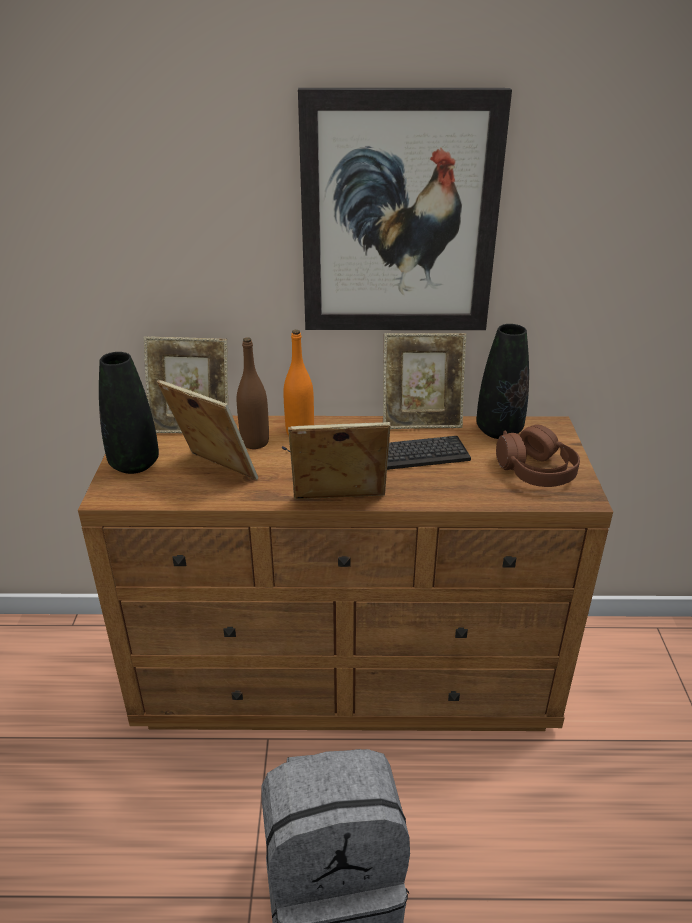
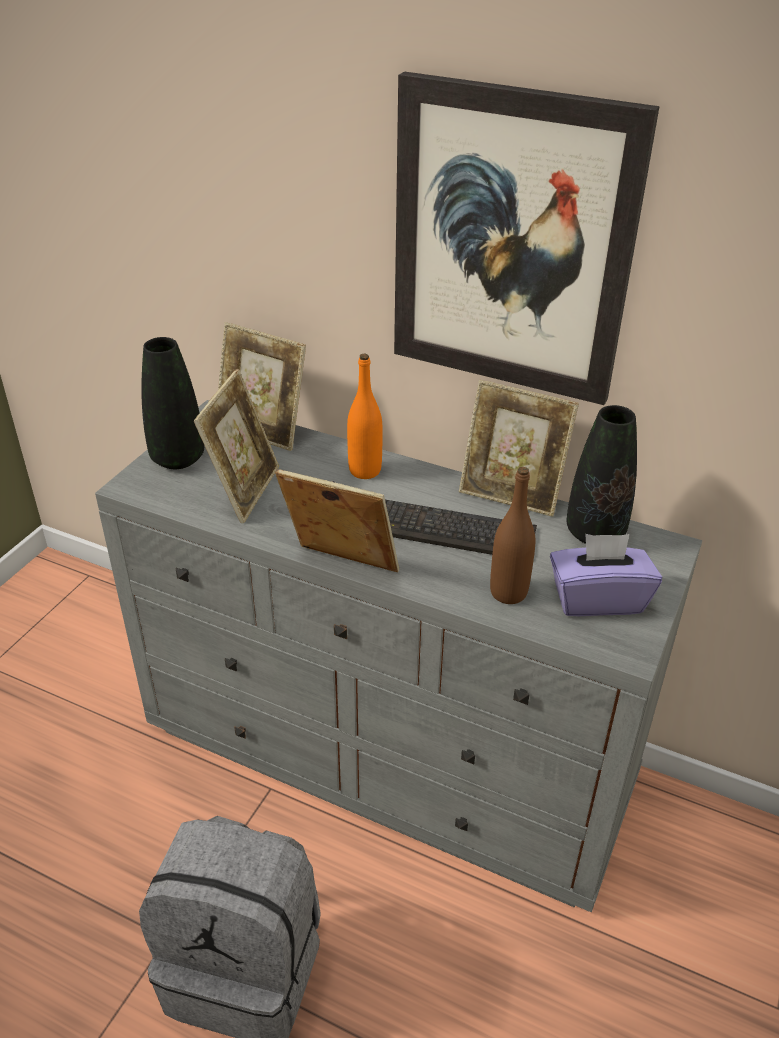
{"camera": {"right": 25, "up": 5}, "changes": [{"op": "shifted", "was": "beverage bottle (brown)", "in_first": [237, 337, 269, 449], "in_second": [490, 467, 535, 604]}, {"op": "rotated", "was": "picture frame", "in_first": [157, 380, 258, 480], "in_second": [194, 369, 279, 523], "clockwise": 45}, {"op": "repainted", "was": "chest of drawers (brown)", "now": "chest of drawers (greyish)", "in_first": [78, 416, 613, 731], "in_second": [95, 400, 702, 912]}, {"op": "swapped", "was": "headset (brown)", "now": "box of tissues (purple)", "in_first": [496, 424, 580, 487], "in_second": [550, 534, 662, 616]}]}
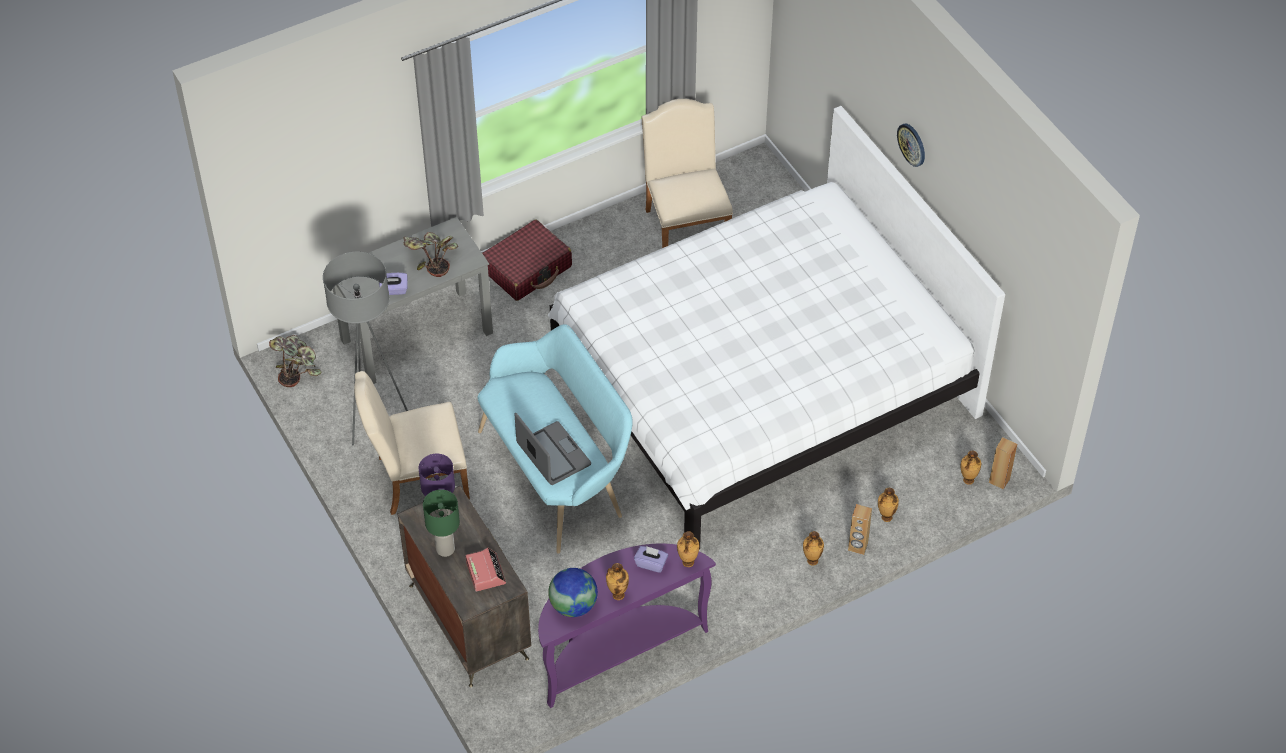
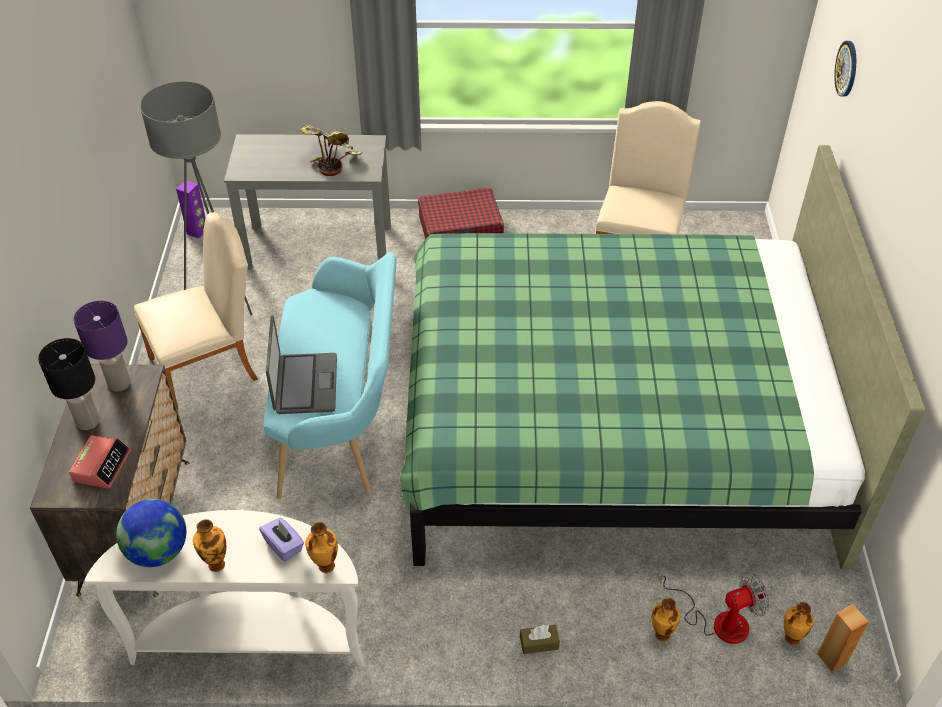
{"camera": {"right": 30, "up": -5}, "changes": [{"op": "repainted", "was": "bedroom bed (white-coloured)", "now": "bedroom bed (green)", "in_first": [547, 106, 1005, 549], "in_second": [400, 145, 926, 570]}, {"op": "shifted", "was": "clock on the wall", "in_first": [897, 123, 925, 167], "in_second": [834, 41, 856, 97]}, {"op": "gone", "was": "box of tissues (purple)", "in_first": [379, 273, 408, 295]}, {"op": "swapped", "was": "plant in a pot", "now": "audio speaker (purple)", "in_first": [269, 335, 322, 387], "in_second": [176, 181, 206, 238]}, {"op": "rotated", "was": "upright chair (sand-coloured)", "in_first": [354, 371, 470, 515], "in_second": [134, 212, 258, 410], "clockwise": 135}, {"op": "repainted", "was": "table lamp (green)", "now": "table lamp (black-coloured)", "in_first": [423, 489, 460, 557], "in_second": [38, 338, 100, 430]}, {"op": "gone", "was": "audio speaker (brown)", "in_first": [848, 504, 872, 555]}, {"op": "swapped", "was": "decorative vase", "now": "box of tissues (brown)", "in_first": [803, 531, 824, 566], "in_second": [520, 625, 560, 654]}, {"op": "repainted", "was": "hall table (purple)", "now": "hall table (white-coloured)", "in_first": [538, 544, 716, 708], "in_second": [84, 510, 364, 667]}, {"op": "new", "now": "electric fan", "in_second": [657, 570, 769, 644]}]}
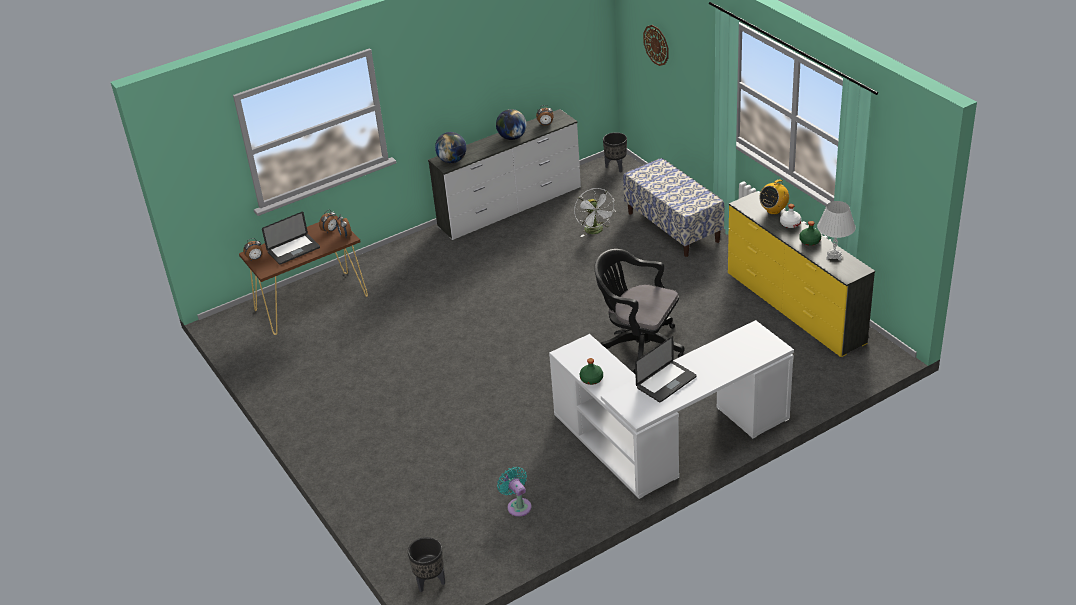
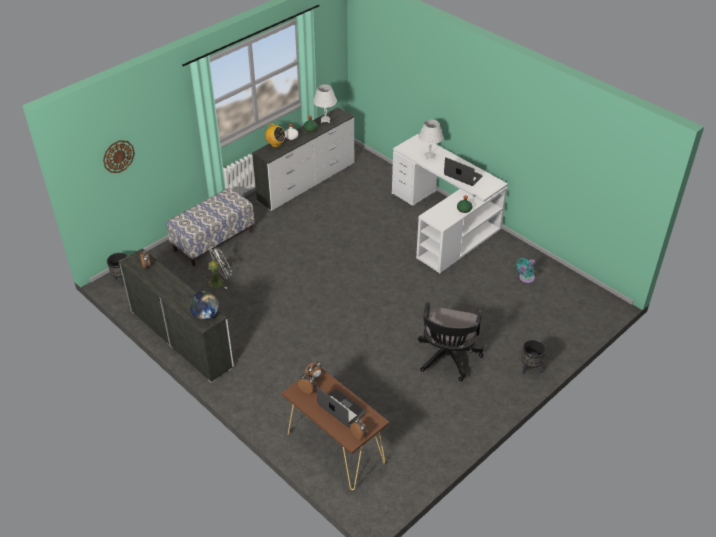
{"camera": {"right": -105, "up": 5}, "changes": [{"op": "gone", "was": "globe", "in_first": [496, 109, 527, 140]}, {"op": "repainted", "was": "chest of drawers (yellow)", "now": "chest of drawers (white-coloured)", "in_first": [728, 192, 875, 357], "in_second": [252, 107, 355, 211]}, {"op": "shifted", "was": "desk chair (black-coloured)", "in_first": [594, 249, 685, 374], "in_second": [418, 301, 483, 381]}, {"op": "shifted", "was": "plant pot (black-coloured)", "in_first": [408, 537, 445, 592], "in_second": [522, 340, 546, 375]}, {"op": "new", "now": "table lamp (white-coloured)", "in_second": [419, 120, 443, 160]}]}
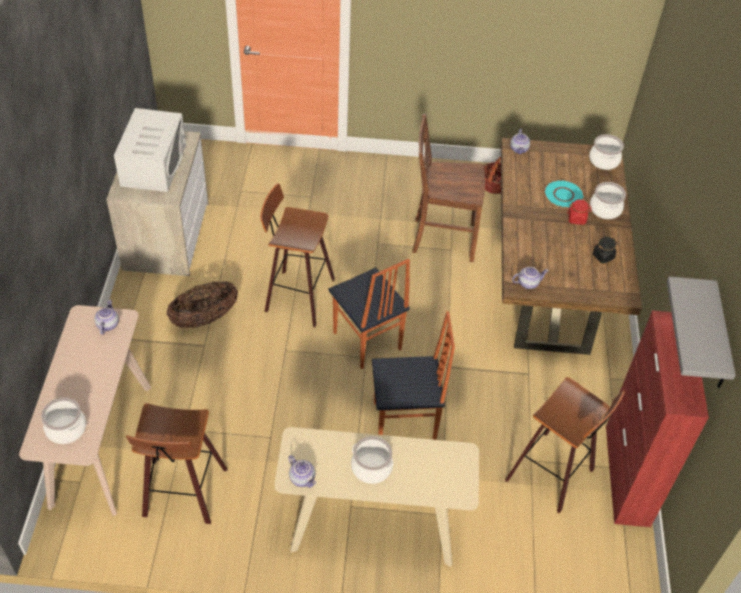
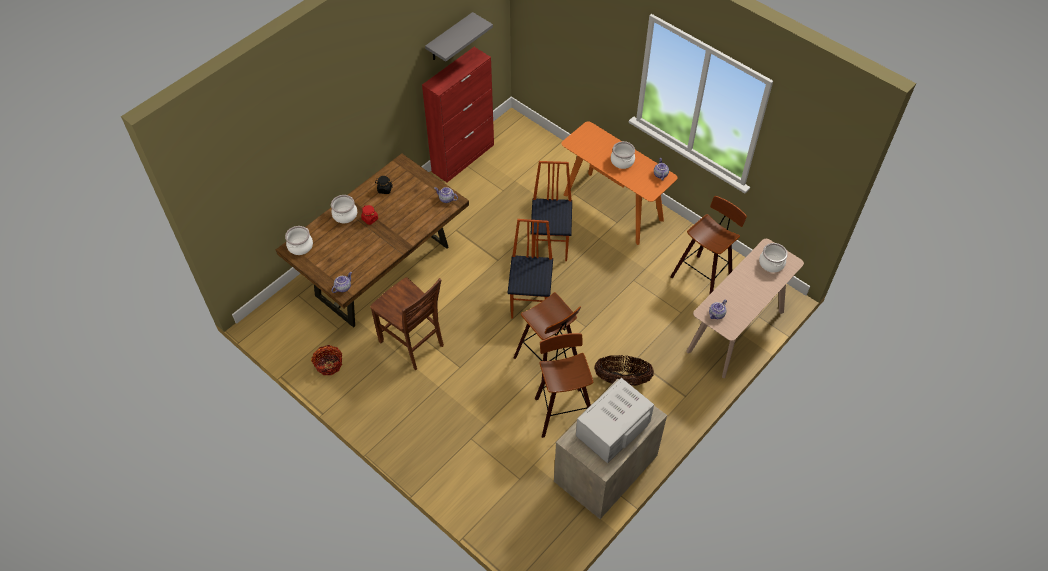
{"camera": {"right": -140, "up": 5}, "changes": [{"op": "gone", "was": "flat dish (blue-green)", "in_first": [544, 180, 584, 208]}, {"op": "rotated", "was": "upright chair", "in_first": [372, 311, 455, 440], "in_second": [531, 161, 572, 261], "clockwise": 60}, {"op": "shifted", "was": "sitting stool", "in_first": [505, 377, 625, 513], "in_second": [535, 333, 593, 438]}, {"op": "repainted", "was": "hall table (sand-coloured)", "now": "hall table (orange)", "in_first": [274, 427, 479, 567], "in_second": [561, 121, 677, 245]}]}
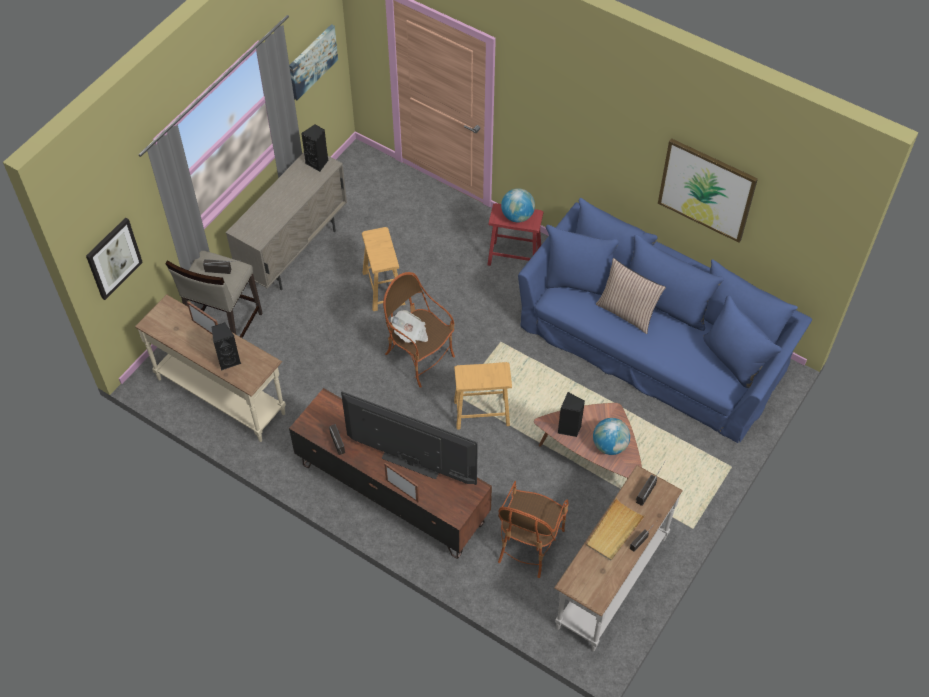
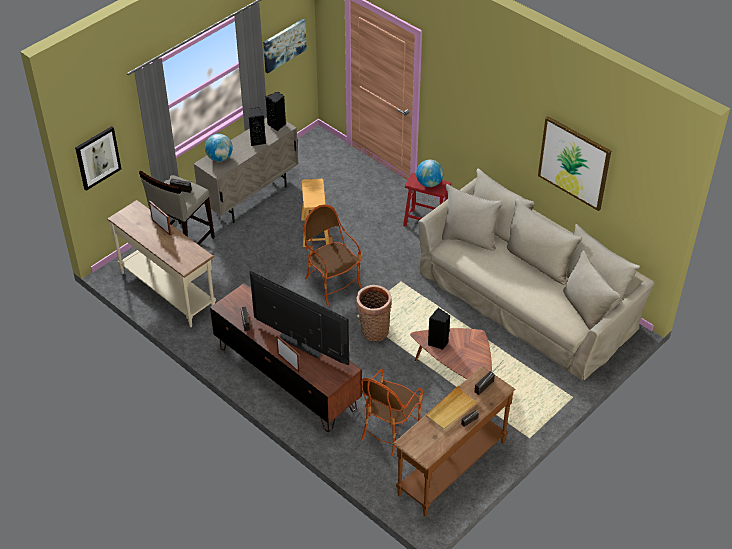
{"camera": {"right": 10, "up": -10}, "changes": [{"op": "repainted", "was": "couch (blue-coloured)", "now": "couch (sand-coloured)", "in_first": [518, 198, 812, 443], "in_second": [418, 169, 655, 380]}, {"op": "gone", "was": "throw pillow", "in_first": [596, 258, 666, 334]}, {"op": "gone", "was": "daily paper", "in_first": [391, 310, 428, 343]}, {"op": "shifted", "was": "audio speaker (black-coloured)", "in_first": [212, 323, 241, 371], "in_second": [249, 107, 266, 146]}, {"op": "swapped", "was": "sitting stool (brown)", "now": "basket", "in_first": [454, 362, 512, 430], "in_second": [356, 285, 392, 341]}, {"op": "shifted", "was": "globe", "in_first": [593, 418, 630, 455], "in_second": [205, 134, 233, 161]}, {"op": "repainted", "was": "hall table (white-coloured)", "now": "hall table (brown)", "in_first": [554, 465, 683, 651], "in_second": [393, 366, 516, 516]}]}
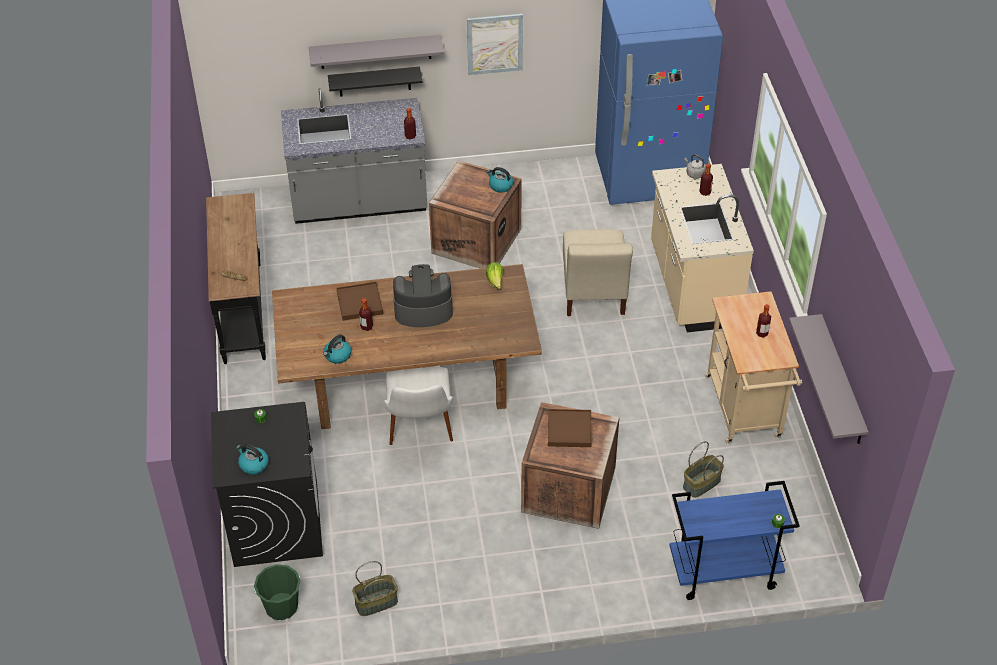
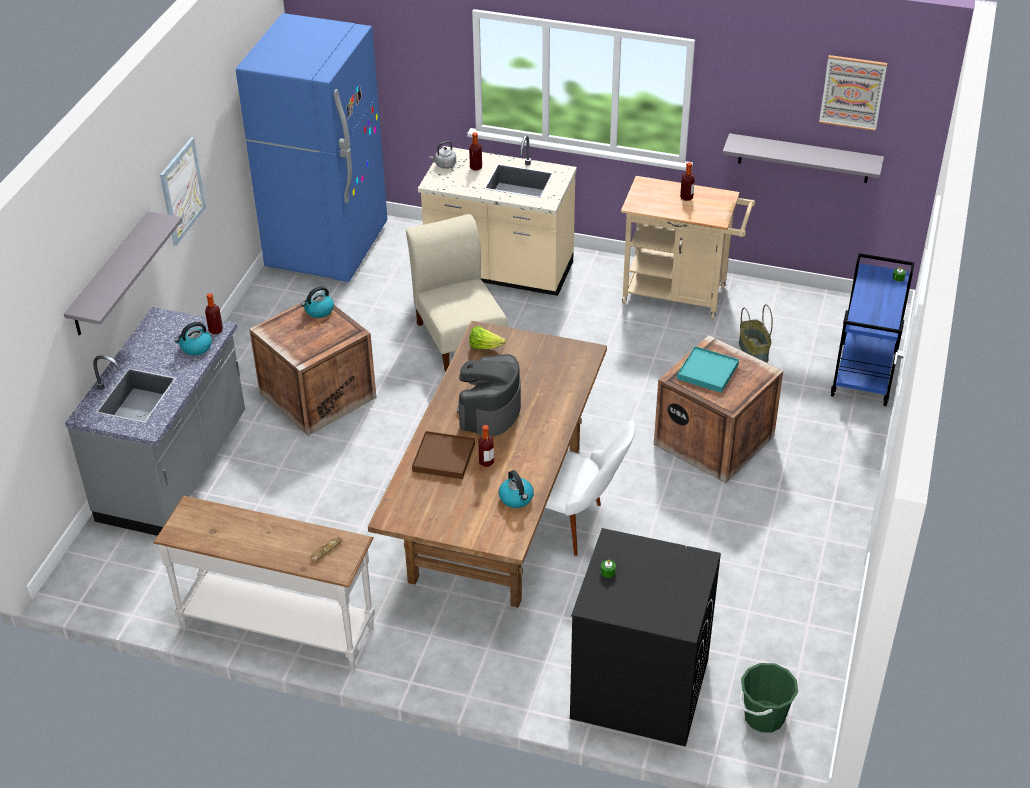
{"camera": {"right": -65, "up": -5}, "changes": [{"op": "gone", "was": "shelf (black-coloured)", "in_first": [328, 67, 423, 97]}, {"op": "repainted", "was": "hall table (black-coloured)", "now": "hall table (white-coloured)", "in_first": [206, 193, 266, 364], "in_second": [153, 495, 375, 670]}, {"op": "rotated", "was": "upright chair (sand-coloured)", "in_first": [563, 229, 633, 316], "in_second": [406, 214, 507, 372], "clockwise": -135}, {"op": "repainted", "was": "tray (brown)", "now": "tray (blue-green)", "in_first": [548, 409, 592, 447], "in_second": [677, 346, 739, 393]}, {"op": "shifted", "was": "tea kettle", "in_first": [236, 444, 269, 475], "in_second": [174, 322, 212, 355]}, {"op": "gone", "was": "basket", "in_first": [352, 561, 398, 616]}, {"op": "new", "now": "wall picture", "in_second": [819, 55, 887, 131]}]}
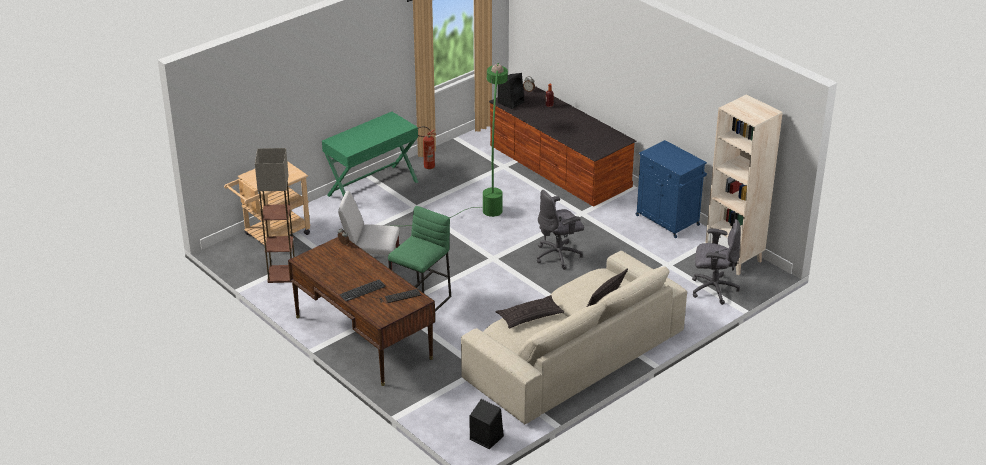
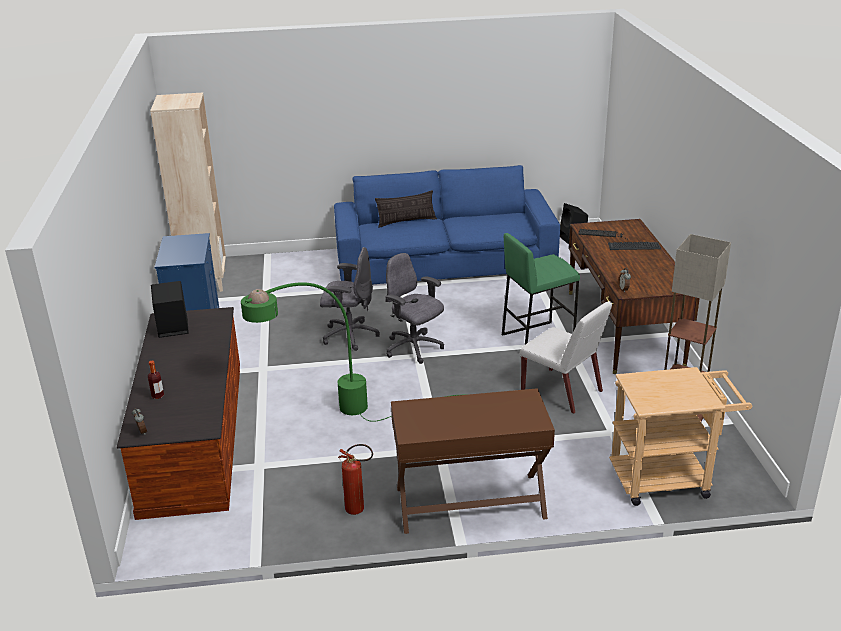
{"camera": {"right": -145, "up": -5}, "changes": [{"op": "shifted", "was": "audio speaker (black-coloured)", "in_first": [498, 73, 524, 109], "in_second": [151, 281, 189, 338]}, {"op": "repainted", "was": "hall table (green)", "now": "hall table (brown)", "in_first": [322, 112, 418, 197], "in_second": [391, 388, 555, 534]}, {"op": "shifted", "was": "desk chair (greyish)", "in_first": [692, 219, 741, 305], "in_second": [385, 253, 444, 364]}, {"op": "repainted", "was": "couch (sand-coloured)", "now": "couch (blue-coloured)", "in_first": [461, 251, 687, 424], "in_second": [334, 165, 560, 284]}, {"op": "gone", "was": "throw pillow", "in_first": [496, 295, 564, 328]}]}
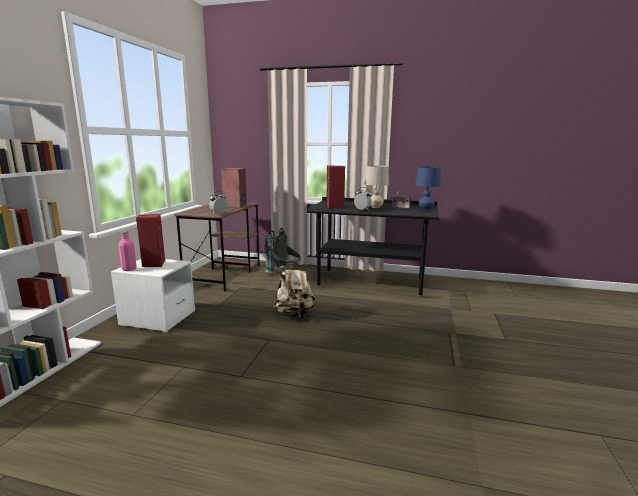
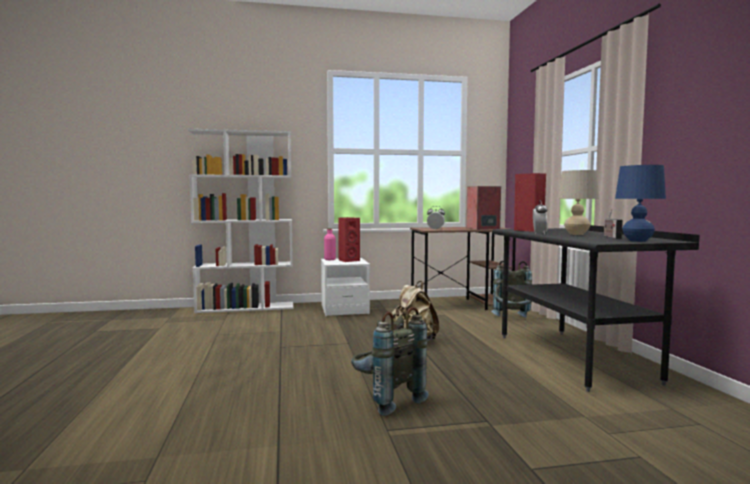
{"camera": {"right": 65, "up": -10}, "changes": [{"op": "new", "now": "rucksack (greyish)", "in_second": [351, 307, 429, 415]}]}
